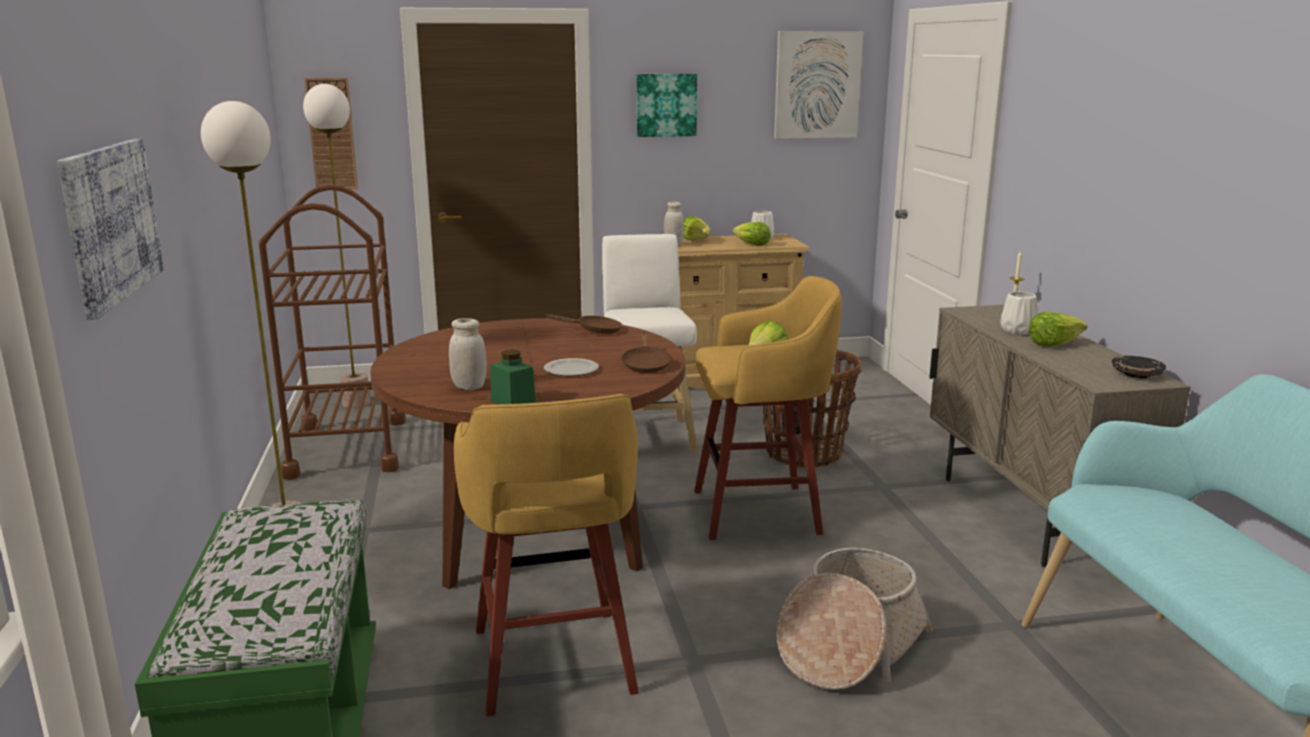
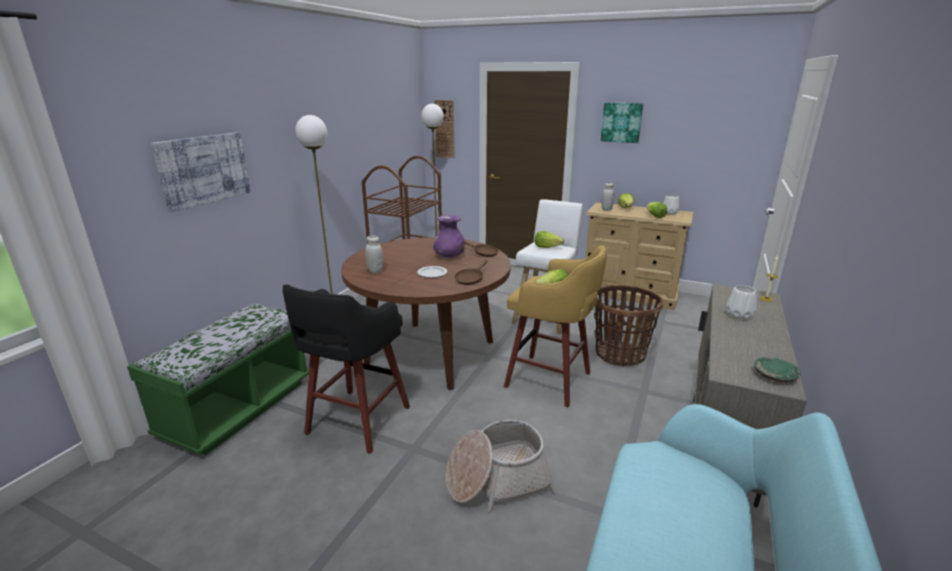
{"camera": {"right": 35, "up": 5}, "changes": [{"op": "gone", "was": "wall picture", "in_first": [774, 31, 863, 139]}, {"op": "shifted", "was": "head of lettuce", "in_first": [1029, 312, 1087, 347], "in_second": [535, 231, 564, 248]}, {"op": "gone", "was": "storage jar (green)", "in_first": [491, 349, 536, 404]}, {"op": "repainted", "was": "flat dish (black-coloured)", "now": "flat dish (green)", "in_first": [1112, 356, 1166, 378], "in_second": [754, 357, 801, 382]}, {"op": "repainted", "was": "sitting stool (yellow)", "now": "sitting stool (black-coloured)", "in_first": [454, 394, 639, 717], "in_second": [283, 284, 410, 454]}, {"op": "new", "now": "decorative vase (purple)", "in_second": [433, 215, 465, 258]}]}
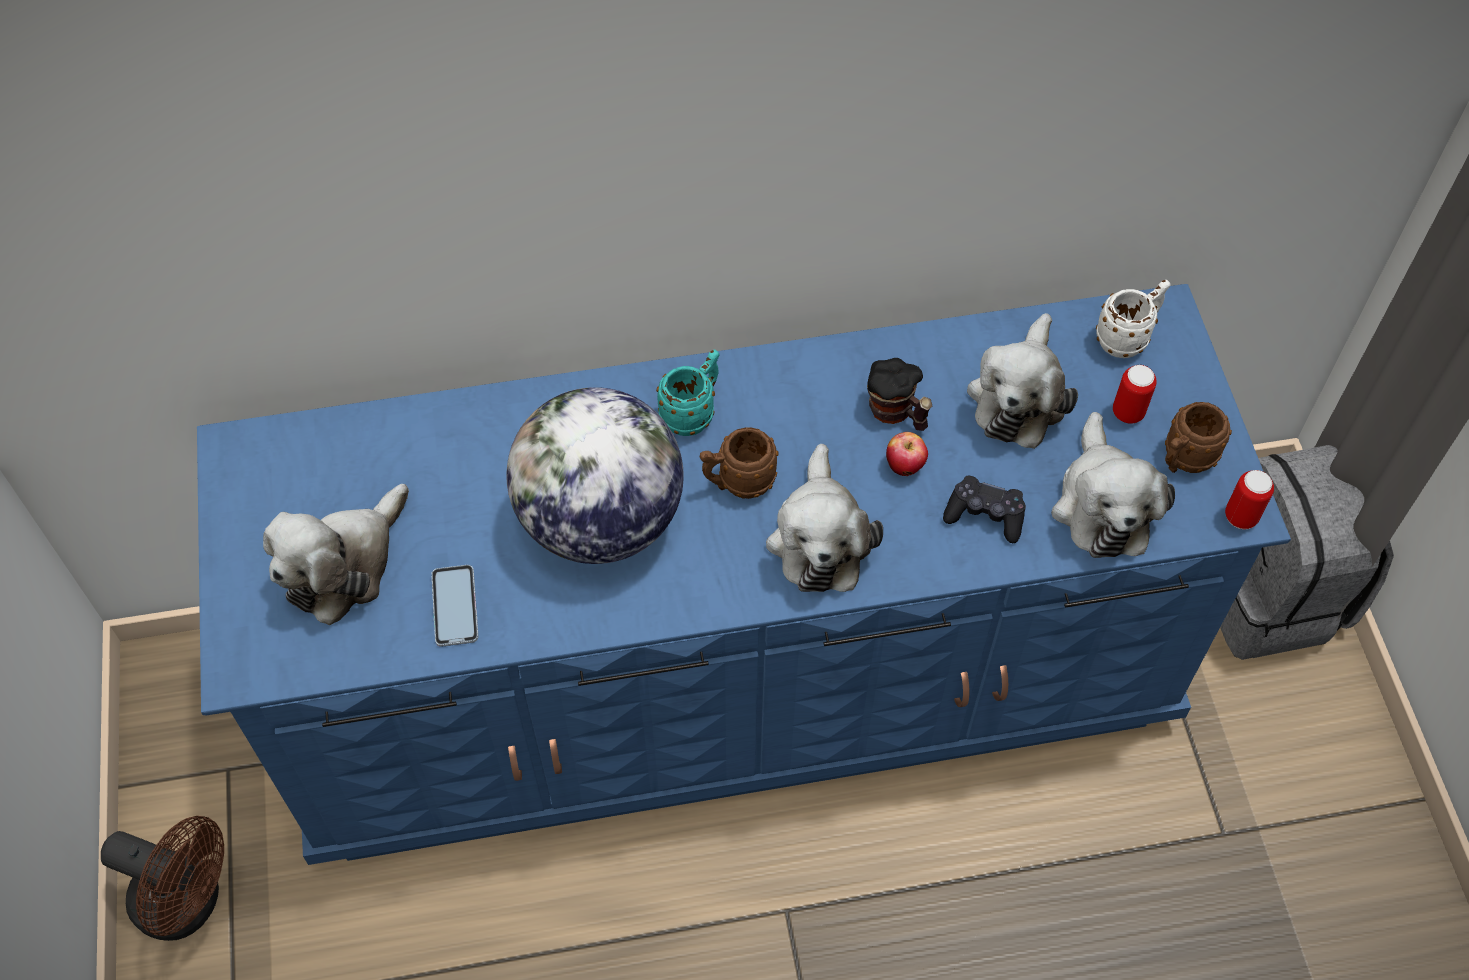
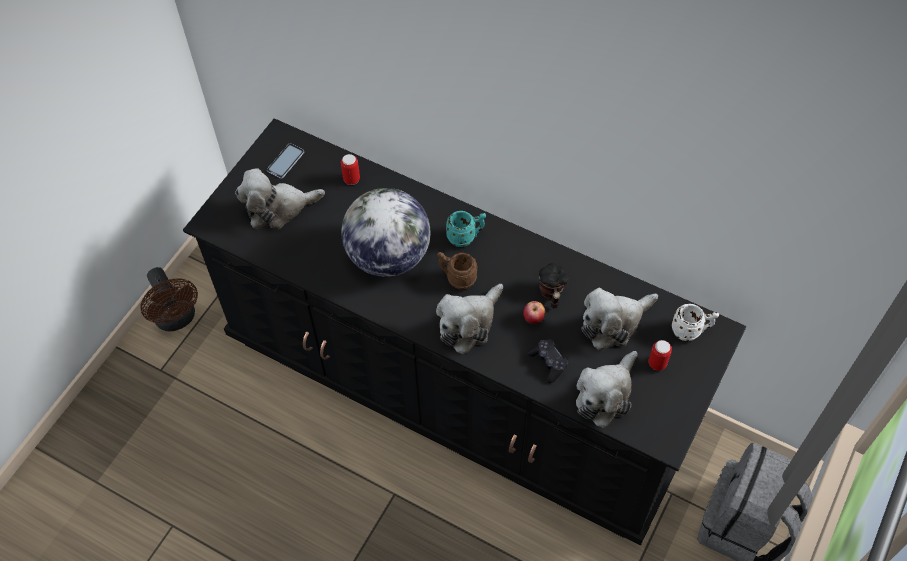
{"camera": {"right": 40, "up": 0}, "changes": [{"op": "repainted", "was": "chest of drawers (blue-coloured)", "now": "chest of drawers (black-coloured)", "in_first": [197, 284, 1291, 865], "in_second": [183, 119, 746, 545]}, {"op": "gone", "was": "tea mug (brown)", "in_first": [1165, 402, 1232, 473]}, {"op": "shifted", "was": "sealed can", "in_first": [1225, 470, 1274, 529], "in_second": [341, 154, 360, 185]}, {"op": "shifted", "was": "phone", "in_first": [431, 565, 478, 647], "in_second": [267, 144, 304, 179]}]}
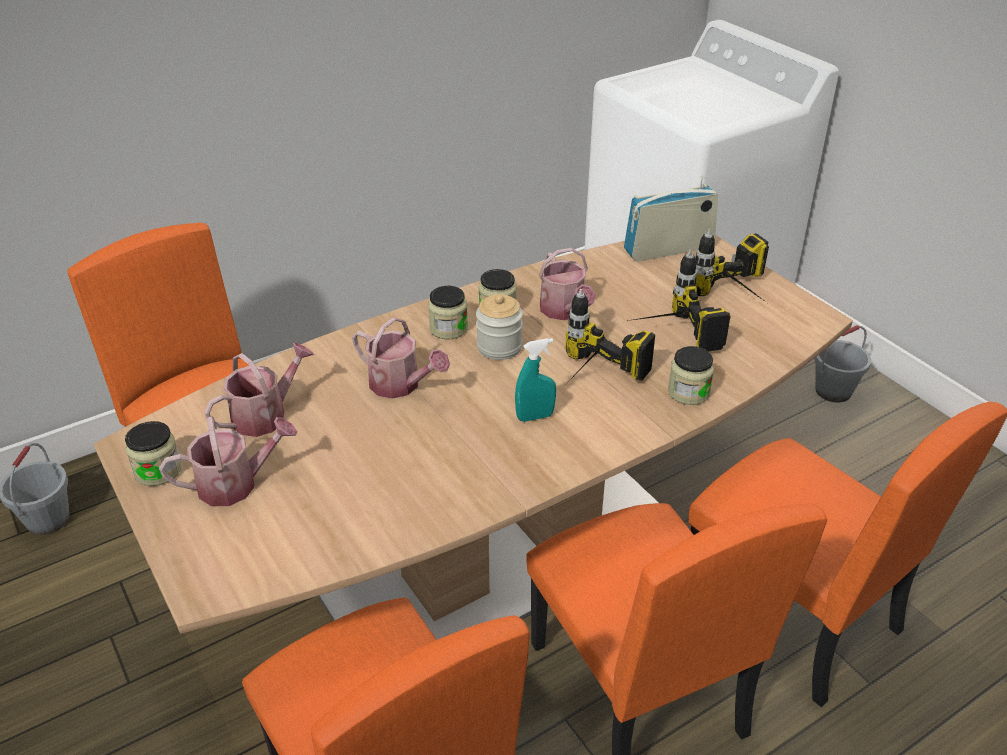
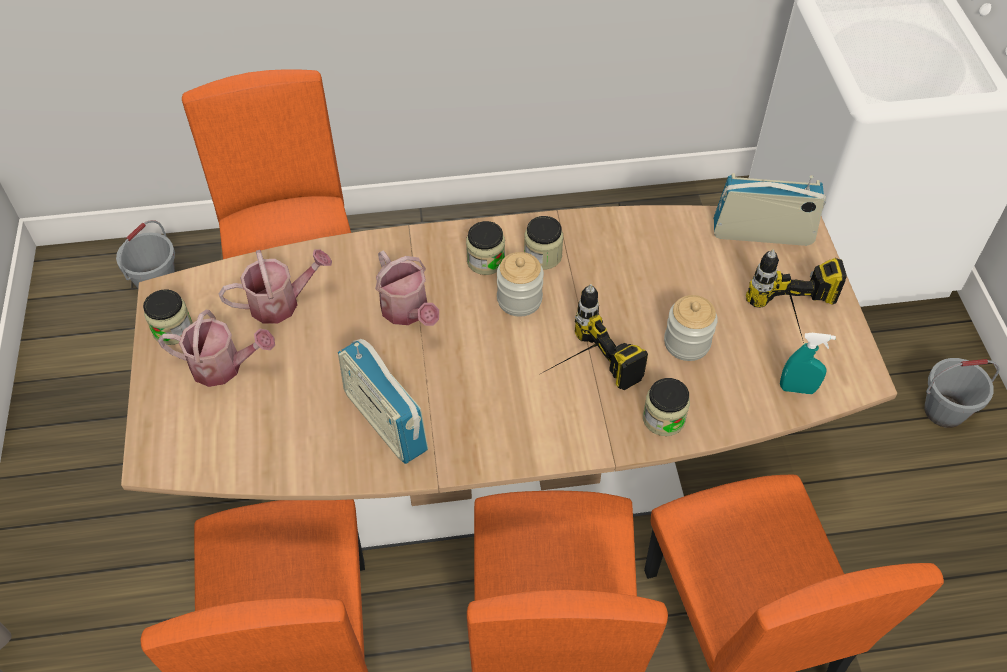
{"camera": {"right": 25, "up": 15}, "changes": [{"op": "gone", "was": "watering pot", "in_first": [539, 248, 596, 320]}, {"op": "swapped", "was": "power drill", "now": "storage jar", "in_first": [627, 250, 730, 351], "in_second": [664, 295, 718, 361]}, {"op": "shifted", "was": "sprayer (blue-green)", "in_first": [515, 338, 556, 422], "in_second": [780, 333, 836, 394]}, {"op": "new", "now": "radio", "in_second": [338, 339, 428, 464]}]}
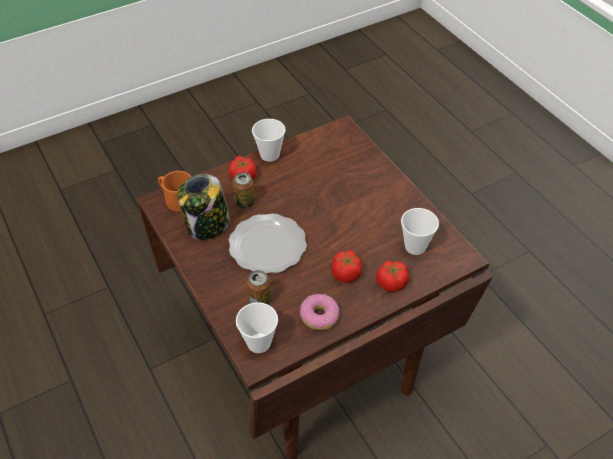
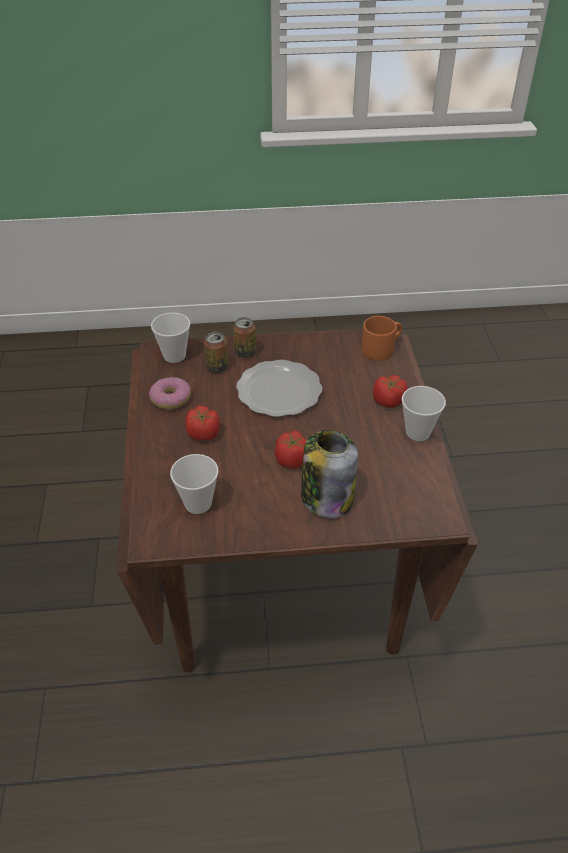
{"camera": {"right": 115, "up": -5}, "changes": [{"op": "shifted", "was": "sealed can", "in_first": [233, 172, 255, 208], "in_second": [233, 317, 256, 358]}, {"op": "shifted", "was": "storage jar", "in_first": [177, 174, 230, 240], "in_second": [301, 430, 358, 518]}, {"op": "shifted", "was": "whole tomato", "in_first": [376, 261, 409, 292], "in_second": [275, 431, 307, 469]}]}
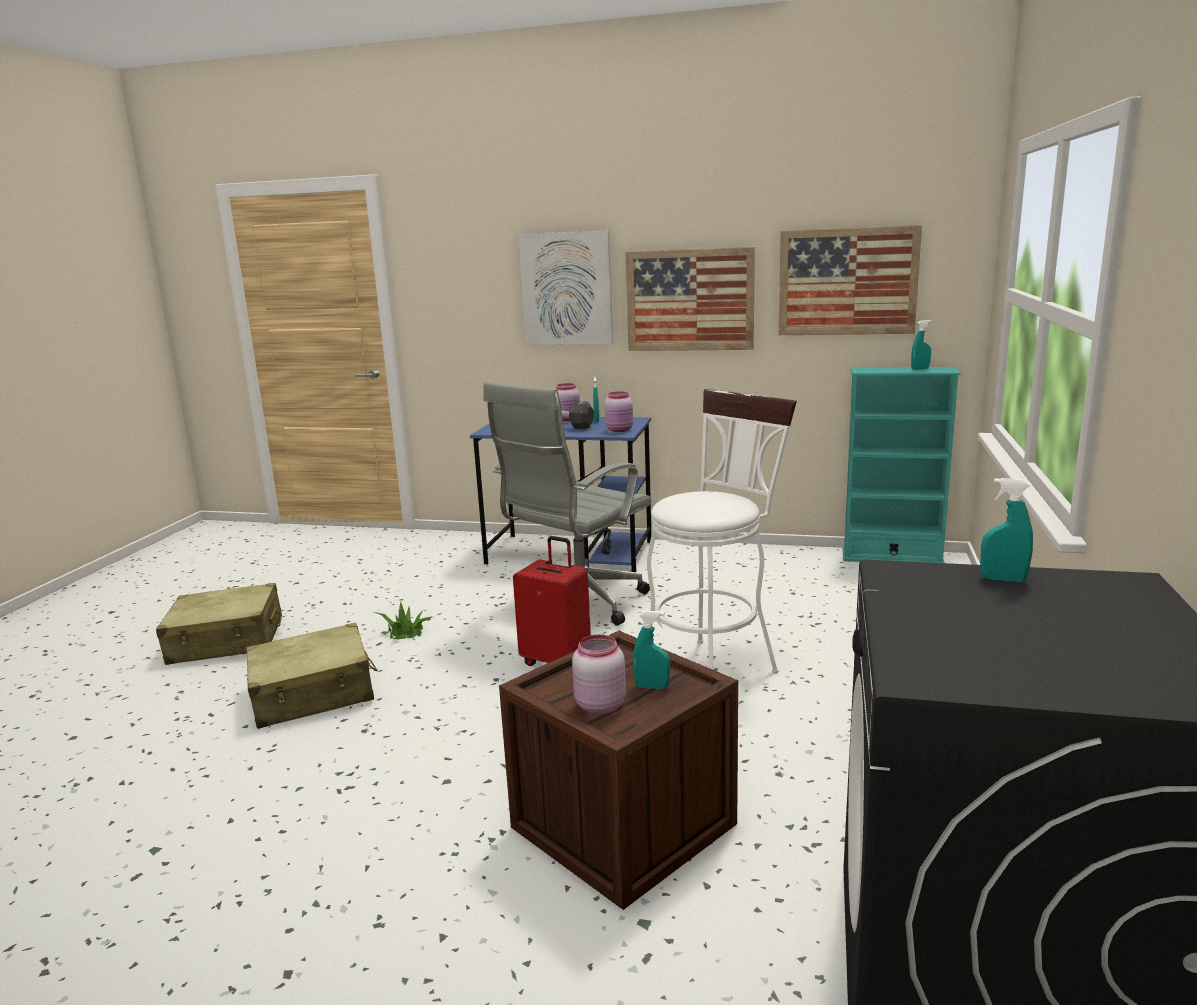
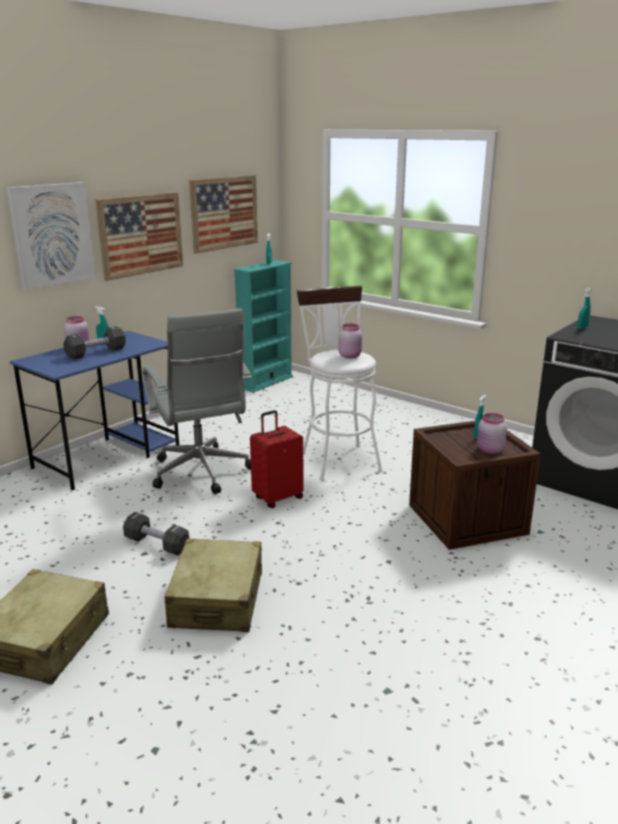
{"camera": {"right": -65, "up": 5}, "changes": [{"op": "shifted", "was": "storage jar (pink)", "in_first": [605, 391, 633, 432], "in_second": [338, 324, 362, 358]}, {"op": "swapped", "was": "plant in a pot", "now": "hand weight (black-coloured)", "in_first": [374, 601, 432, 639], "in_second": [123, 512, 189, 556]}]}
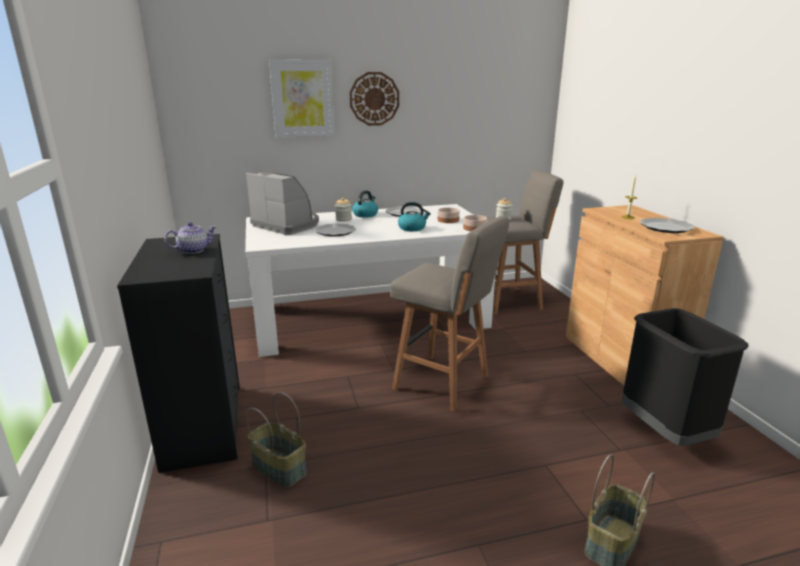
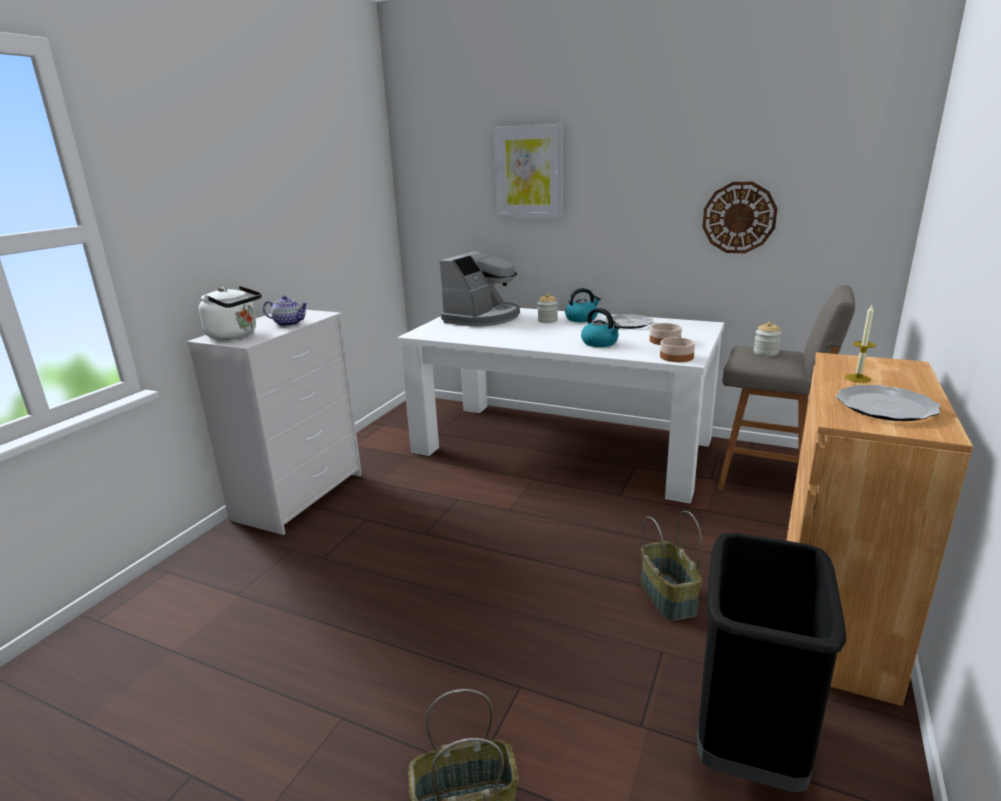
{"camera": {"right": 40, "up": 0}, "changes": [{"op": "shifted", "was": "clock on the wall", "in_first": [350, 72, 399, 126], "in_second": [702, 182, 778, 253]}, {"op": "rotated", "was": "coffee maker", "in_first": [246, 173, 319, 235], "in_second": [440, 251, 520, 326], "clockwise": 45}, {"op": "gone", "was": "sitting stool (greyish)", "in_first": [390, 216, 509, 412]}, {"op": "gone", "was": "flat dish", "in_first": [315, 223, 356, 236]}, {"op": "repainted", "was": "chest of drawers (black-coloured)", "now": "chest of drawers (white-coloured)", "in_first": [117, 234, 240, 473], "in_second": [187, 310, 362, 535]}, {"op": "shifted", "was": "basket", "in_first": [246, 392, 307, 487], "in_second": [641, 511, 702, 621]}, {"op": "new", "now": "tea kettle (white-coloured)", "in_second": [199, 286, 262, 340]}]}
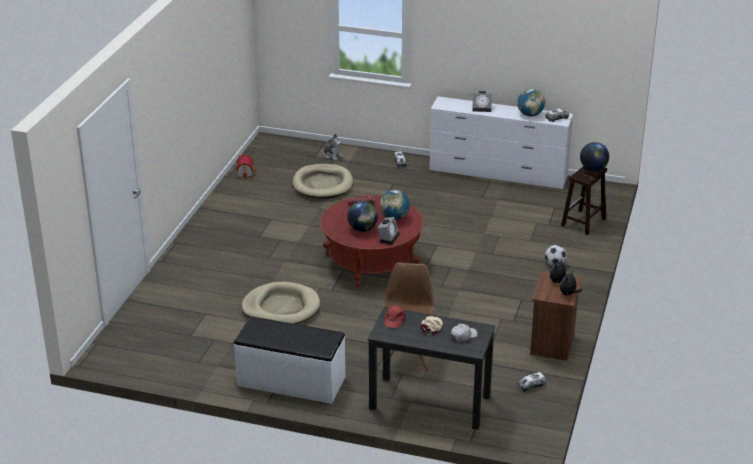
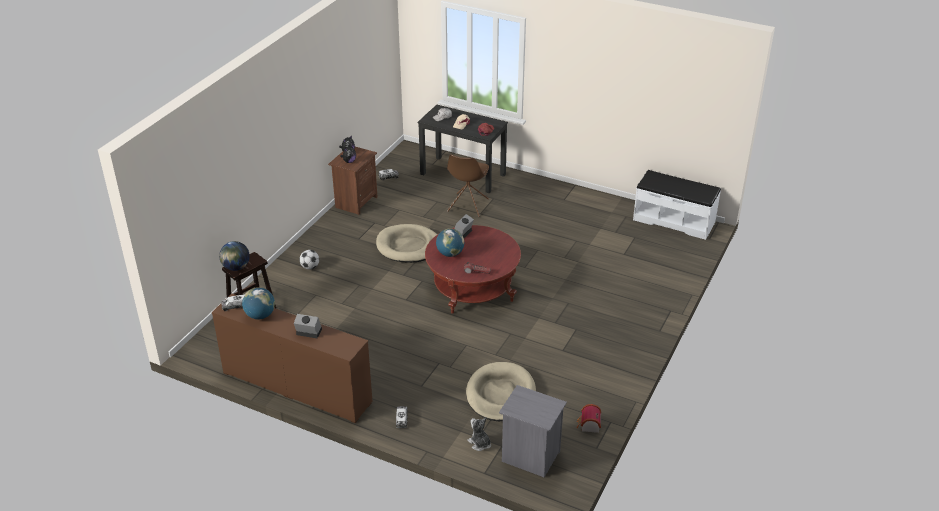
{"camera": {"right": -170, "up": 5}, "changes": [{"op": "repainted", "was": "chest of drawers (white-coloured)", "now": "chest of drawers (brown)", "in_first": [429, 96, 573, 189], "in_second": [212, 294, 372, 423]}, {"op": "gone", "was": "globe", "in_first": [347, 201, 378, 232]}, {"op": "shifted", "was": "dog cushion (sand-coloured)", "in_first": [241, 282, 320, 324], "in_second": [376, 224, 438, 263]}, {"op": "shifted", "was": "indoor bench (white-coloured)", "in_first": [234, 316, 345, 404], "in_second": [633, 170, 721, 240]}, {"op": "new", "now": "night table (greyish)", "in_second": [499, 385, 567, 477]}]}
